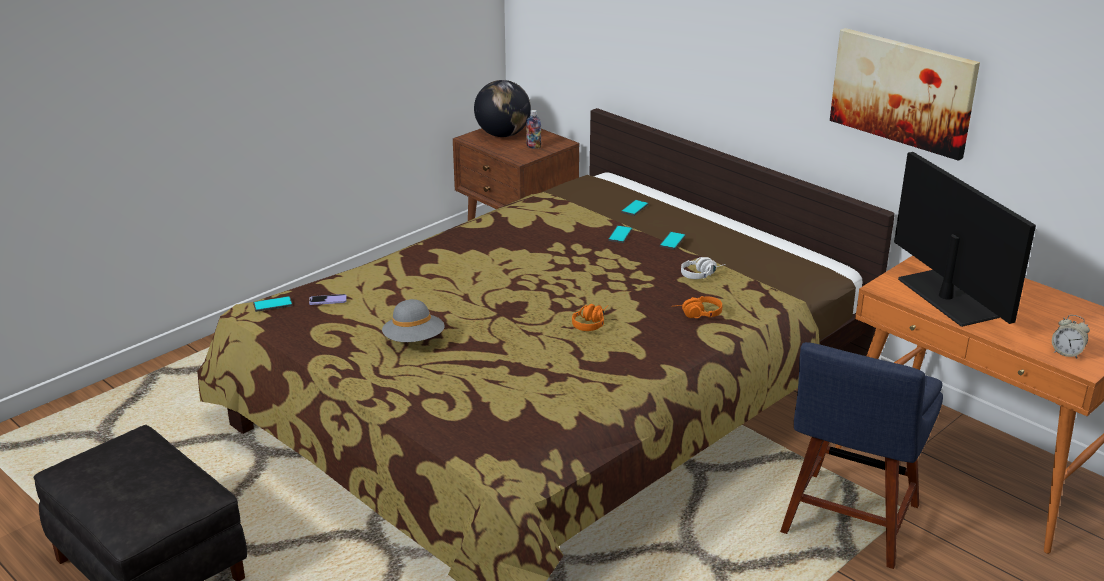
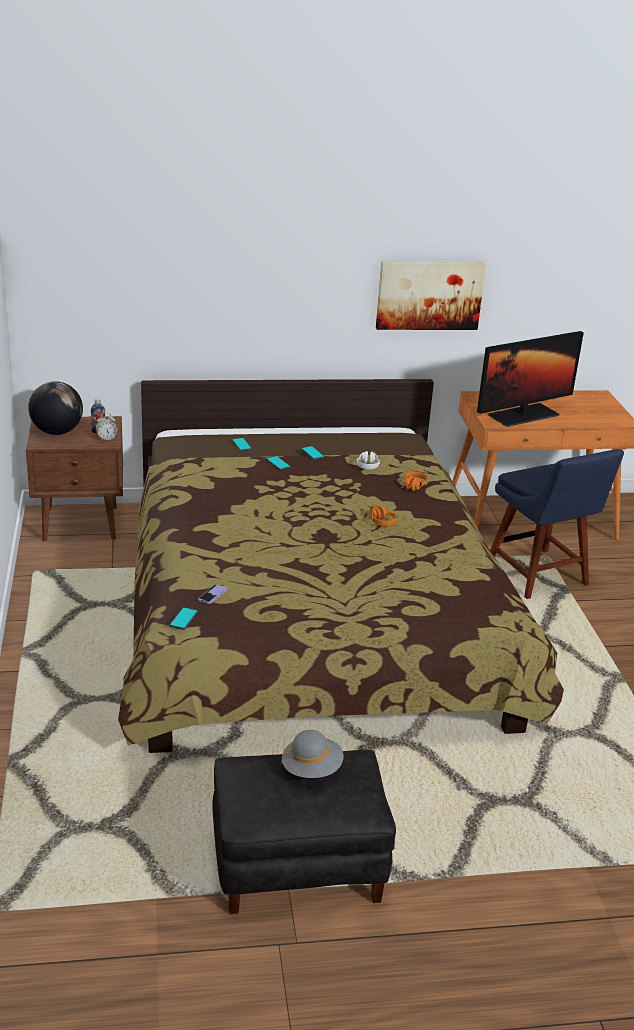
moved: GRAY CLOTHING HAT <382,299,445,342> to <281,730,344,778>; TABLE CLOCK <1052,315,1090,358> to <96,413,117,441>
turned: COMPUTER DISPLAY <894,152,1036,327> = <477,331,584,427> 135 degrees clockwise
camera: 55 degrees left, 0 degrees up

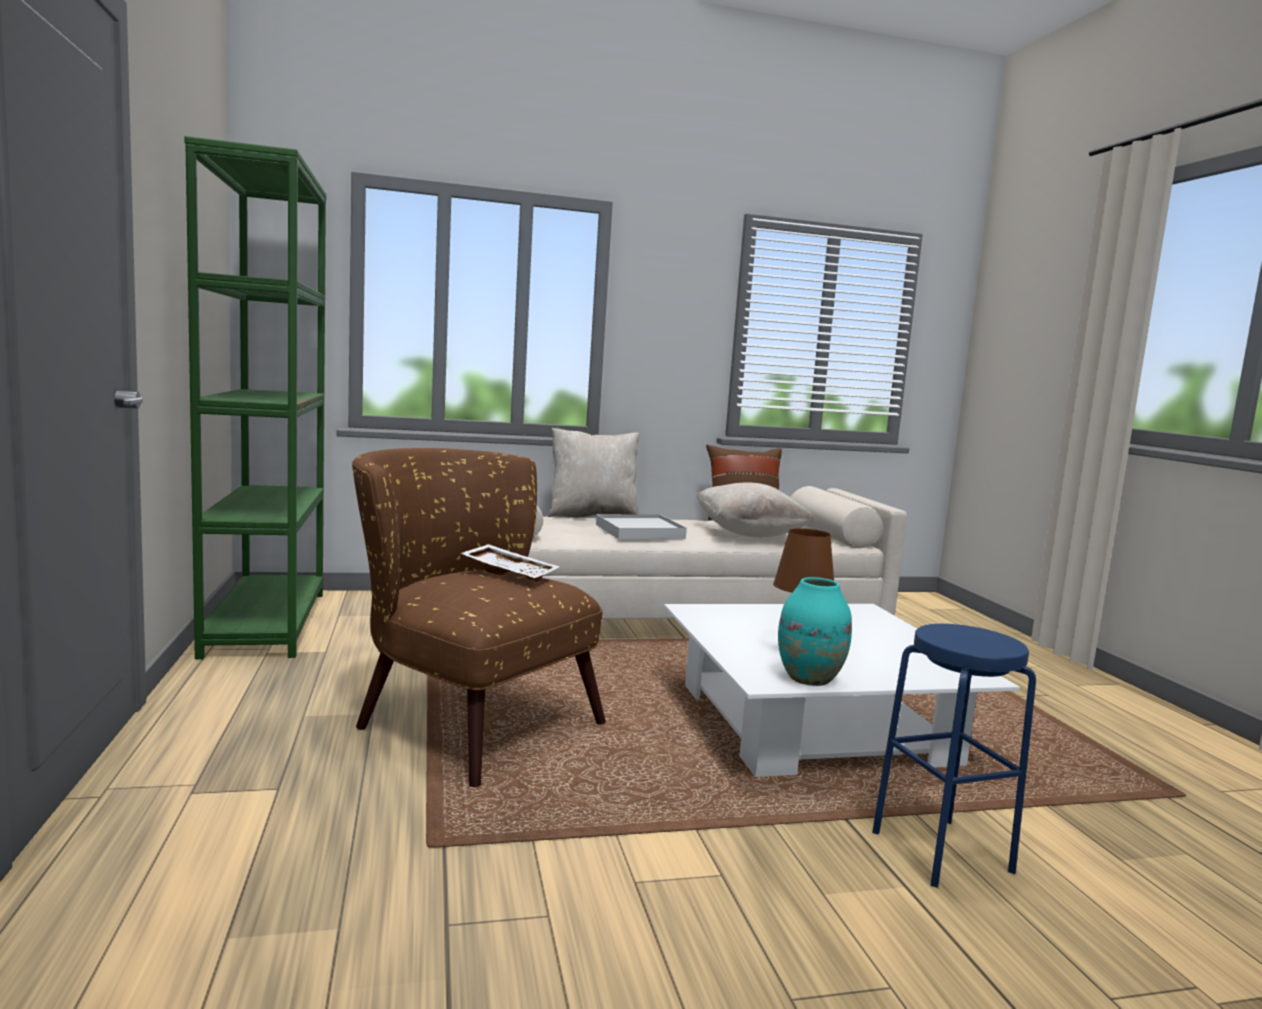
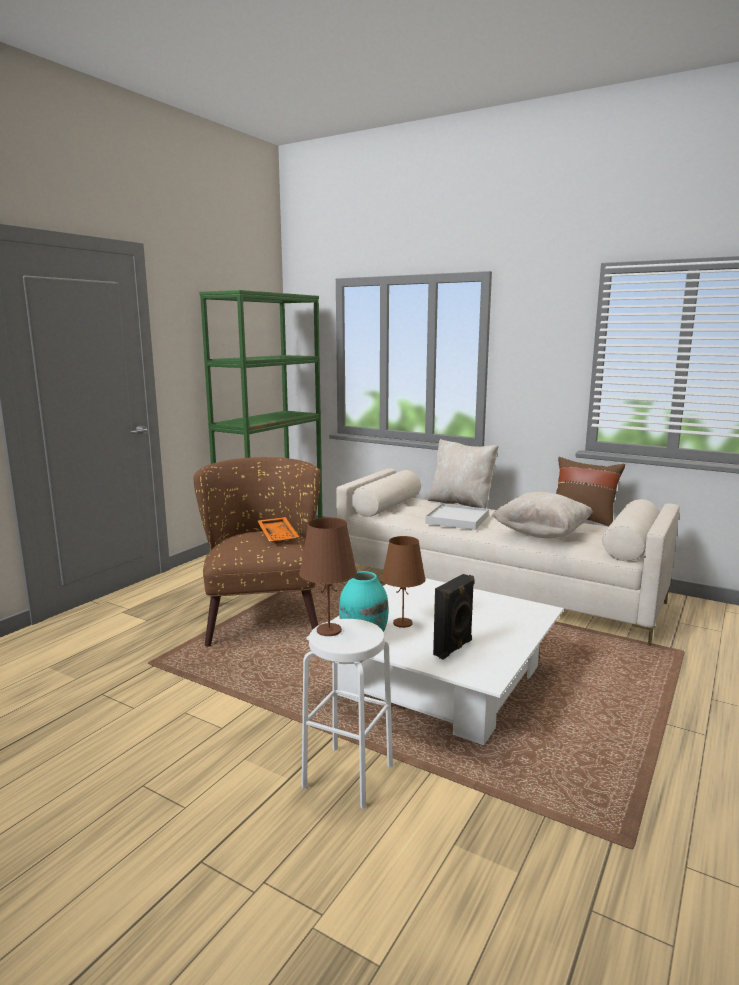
added: BROWNISH TABLE LAMP <299,517,357,636>; BLACKISH AUDIO SPEAKER <433,574,474,659>
recoloured: WHITE CARRYING TRAY <460,544,560,582> to ORANGEY CARRYING TRAY <258,517,299,543>; BLUE SITTING STOOL <872,624,1036,888> to WHITE SITTING STOOL <302,619,393,809>
camera: 45 degrees right, 5 degrees up

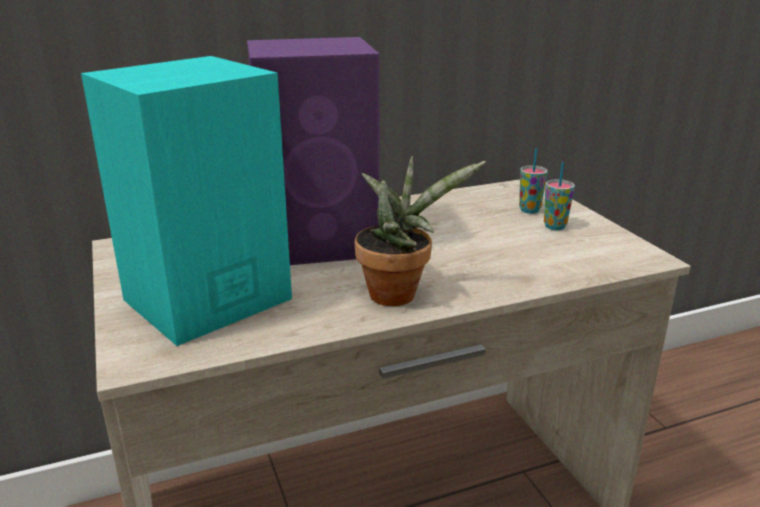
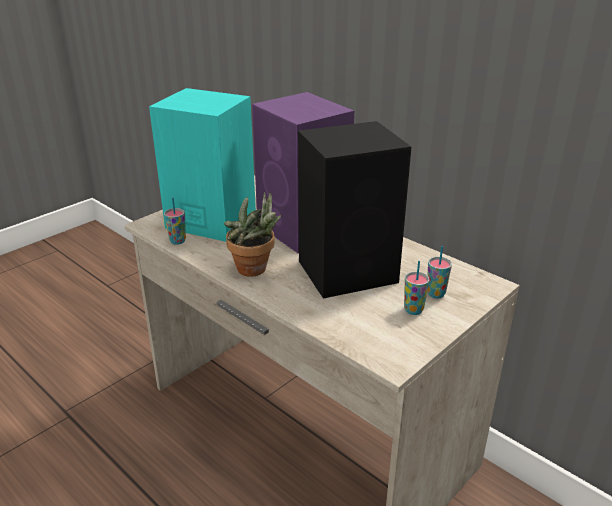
added: DRINKING CUP <164,197,186,245>; BLACKISH AUDIO SPEAKER <298,121,411,299>
camera: 65 degrees right, 5 degrees up

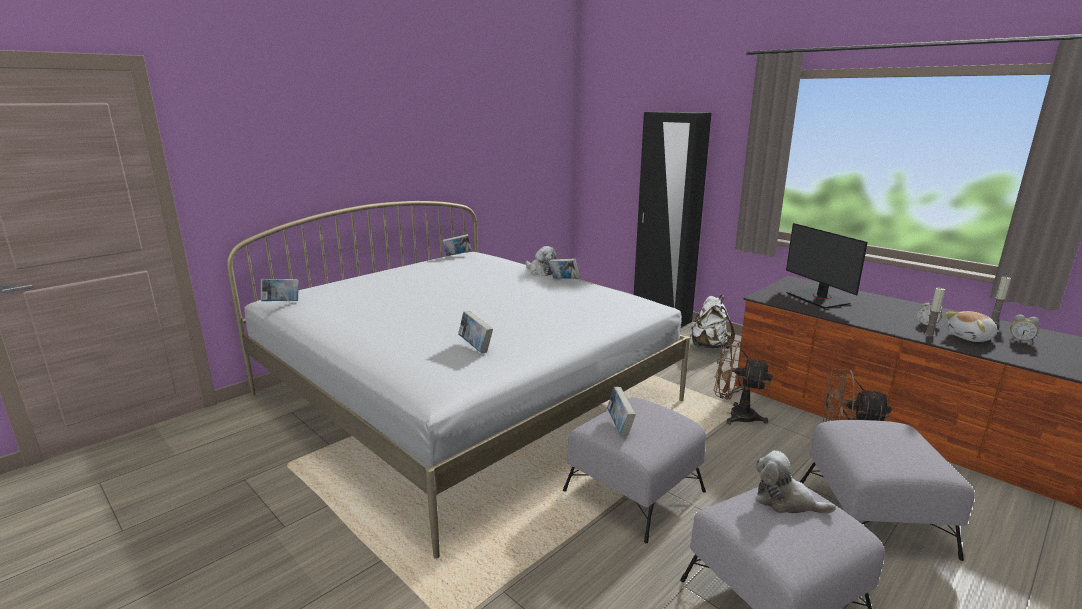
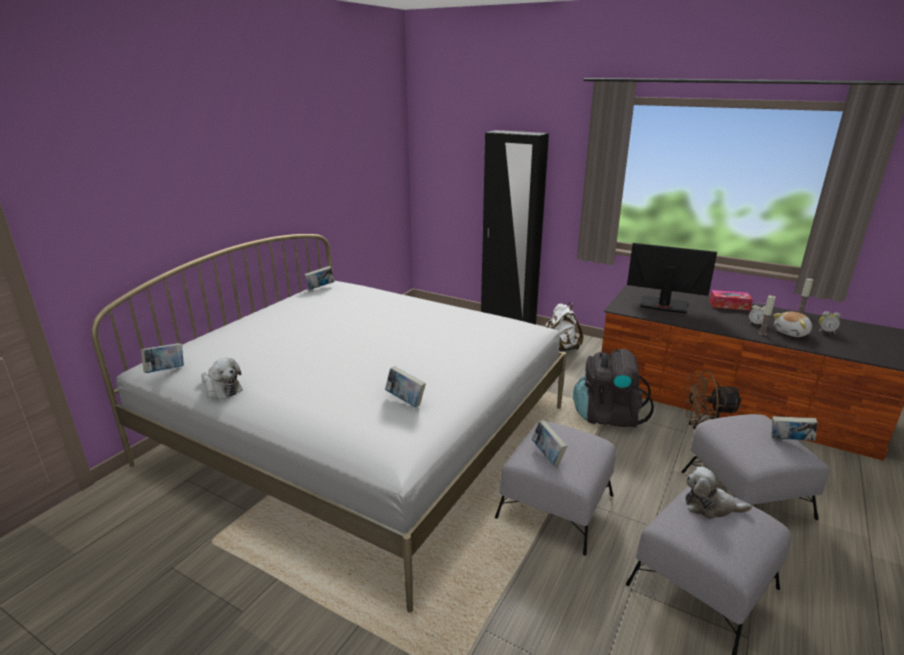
added: BOX OF TISSUES <709,290,753,310>
moved: CUDDLY TOY <526,246,557,276> to <201,358,243,399>; VOLUME <549,259,580,279> to <772,416,818,441>
replaced: BROWNISH FAN <714,339,772,425> to BLACKISH BACKPACK <573,349,654,428>
turned: COMPUTER DISPLAY <786,223,868,309> = <627,243,717,313> 150 degrees clockwise
camera: 15 degrees left, 5 degrees up

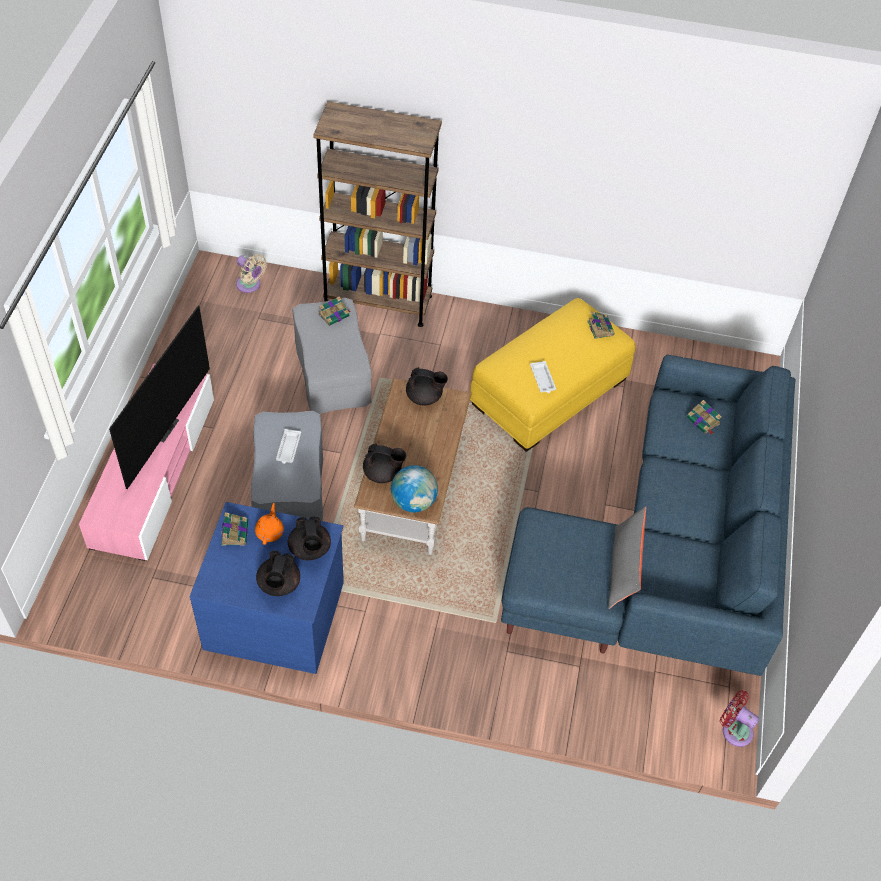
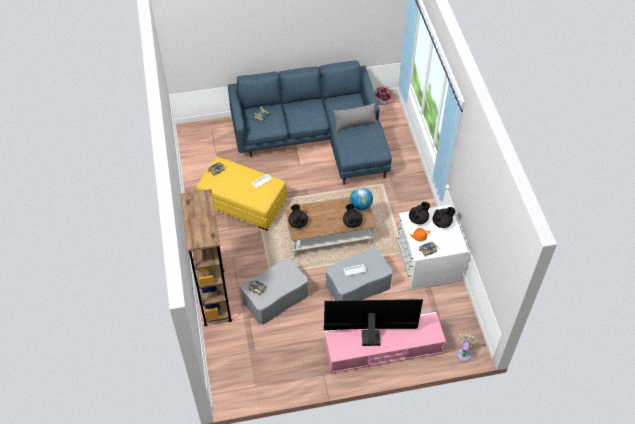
moved: BEIGE-COLOURED FAN <236,254,267,293> to <456,333,478,362>
recoloured: BLUE DRESSER <189,502,344,674> to WHITE DRESSER <397,205,469,289>
camera: 110 degrees left, 0 degrees up

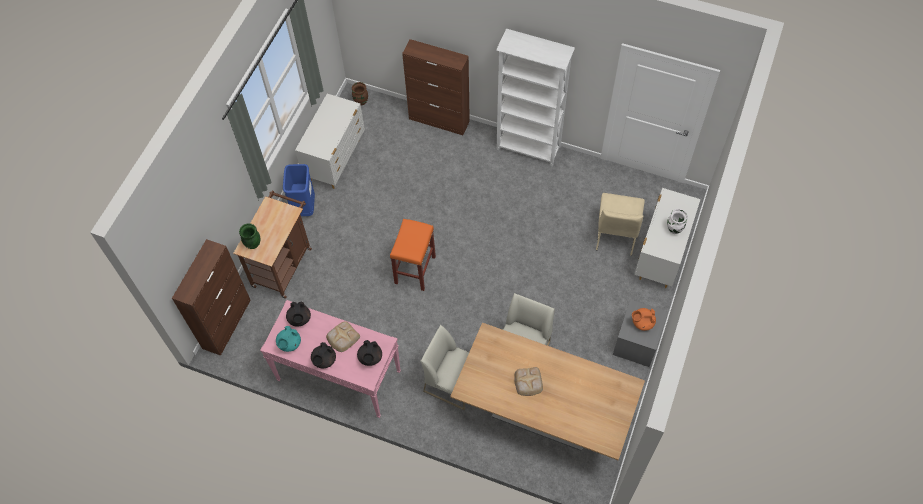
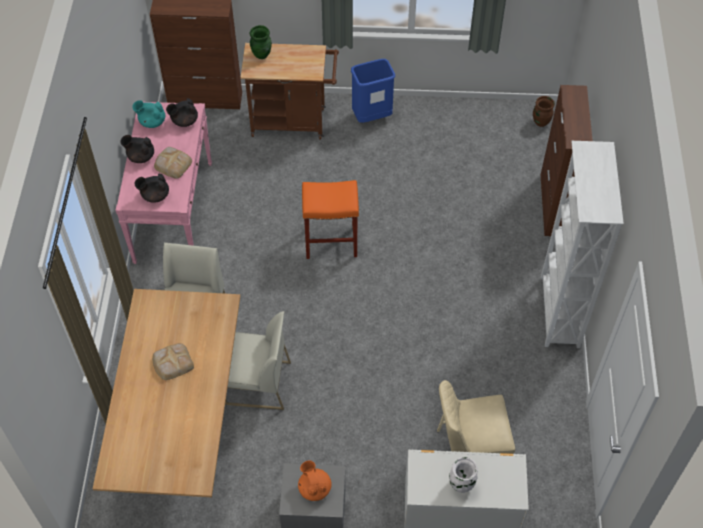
removed: WHITE DRESSER <295,94,365,189>
camera: 70 degrees right, 5 degrees down

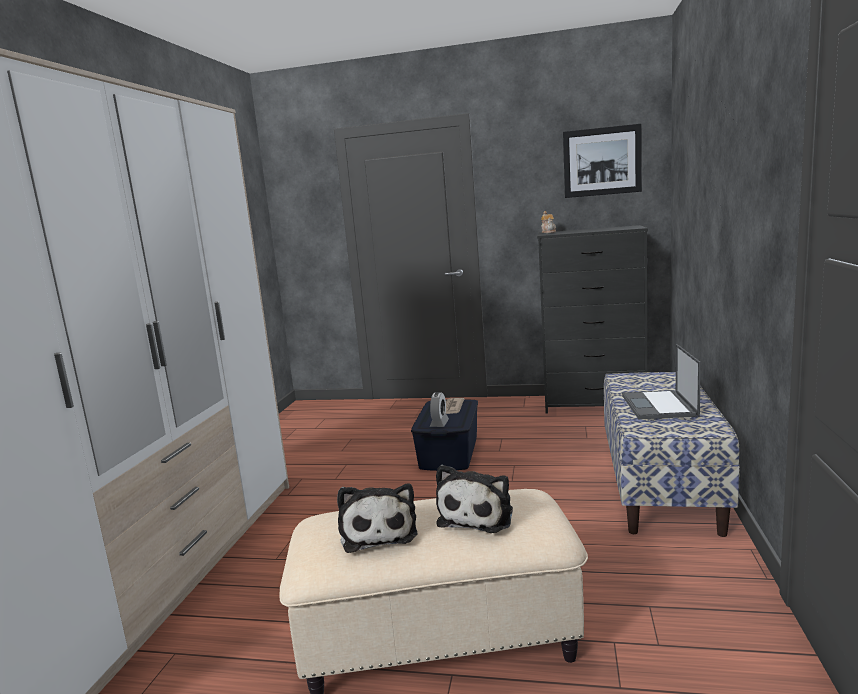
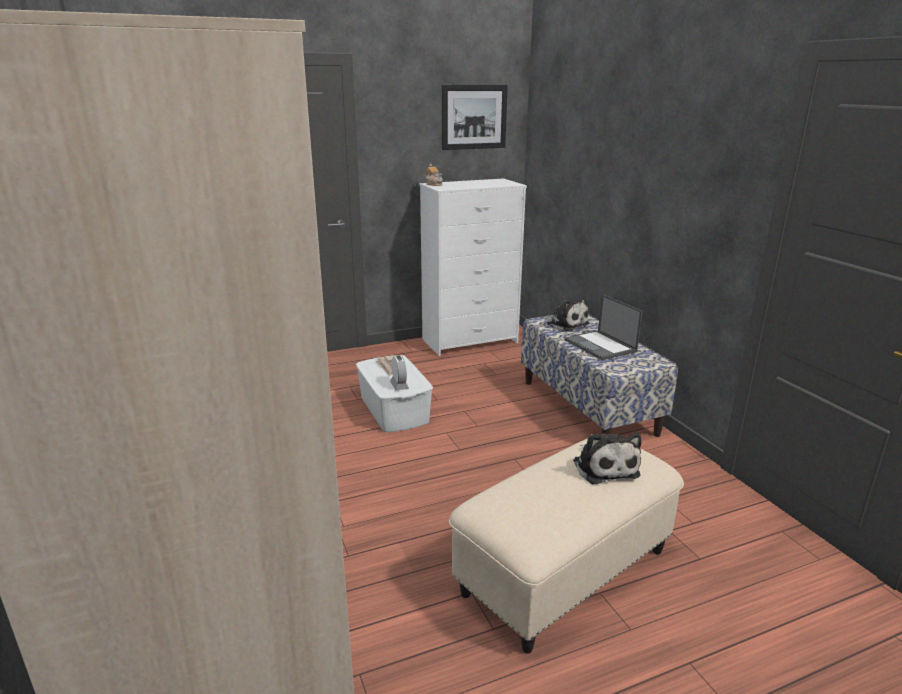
moved: CUDDLY TOY <337,483,417,553> to <542,297,589,332>
recoloured: BLUE STORAGE BOX <411,399,478,471> to WHITE STORAGE BOX <356,355,433,432>; BLACKISH DRESSER <537,225,648,414> to WHITE DRESSER <419,178,527,356>
camera: 35 degrees left, 10 degrees up

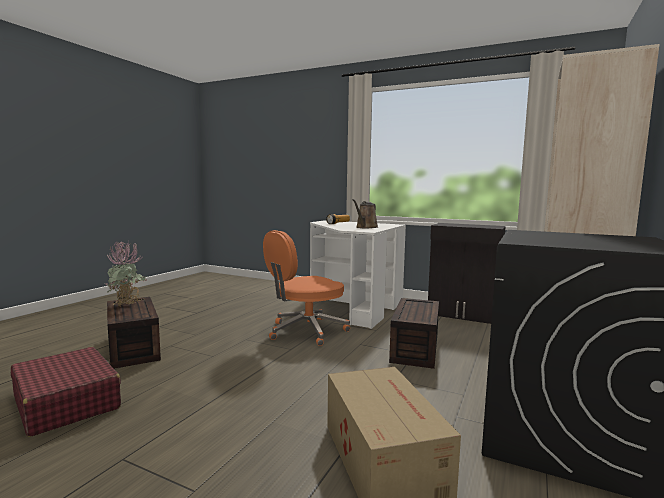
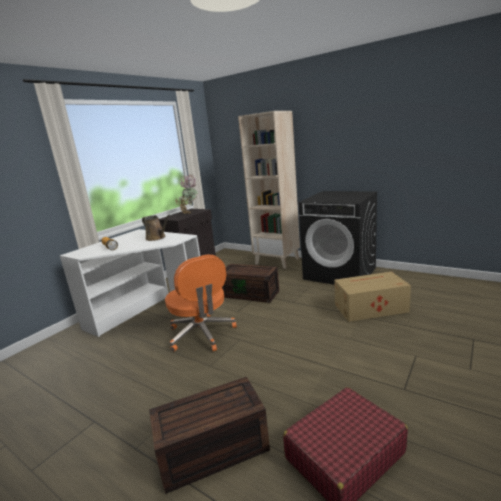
moved: HOUSEPLANT <106,241,147,306> to <175,175,198,215>
camera: 80 degrees left, 10 degrees up

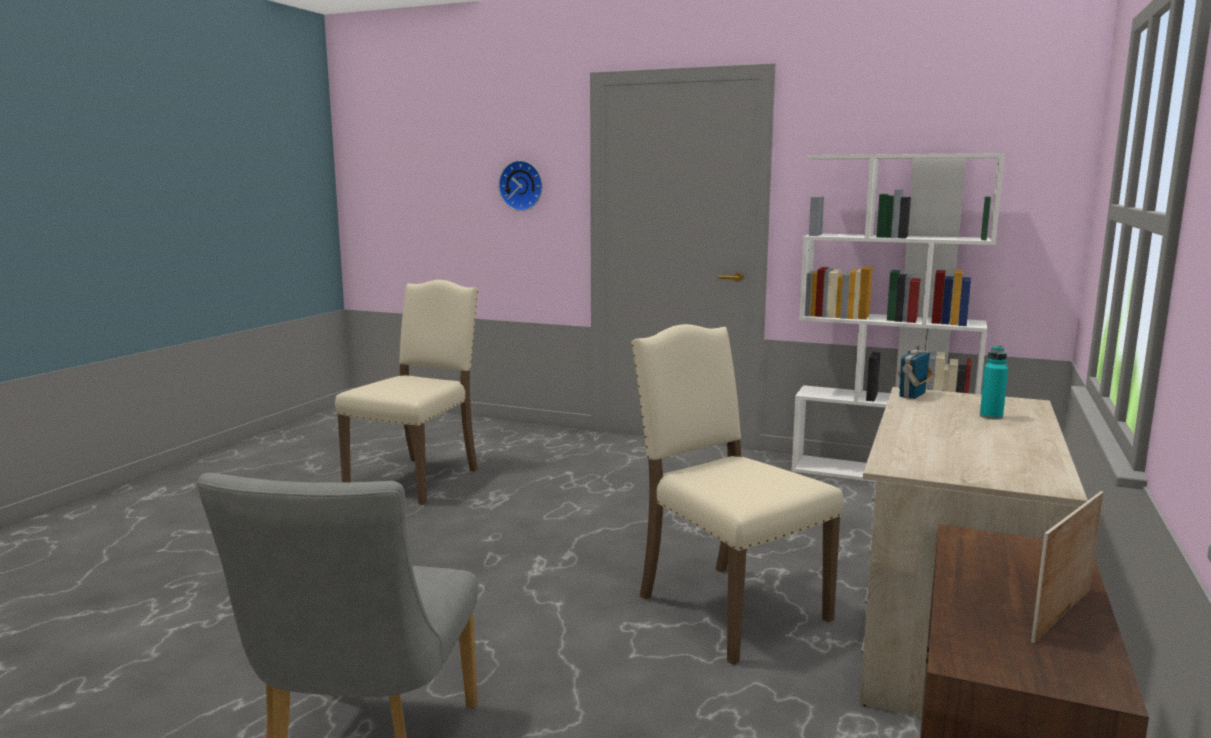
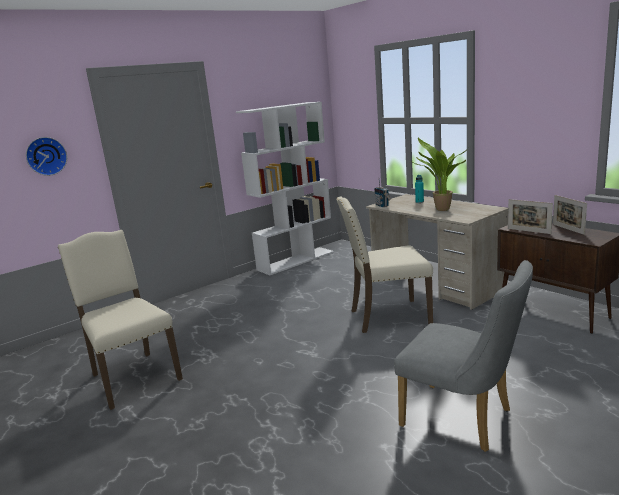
added: HOUSEPLANT <413,138,468,211>; STANDING FRAME <508,199,553,234>
camera: 60 degrees left, 5 degrees up

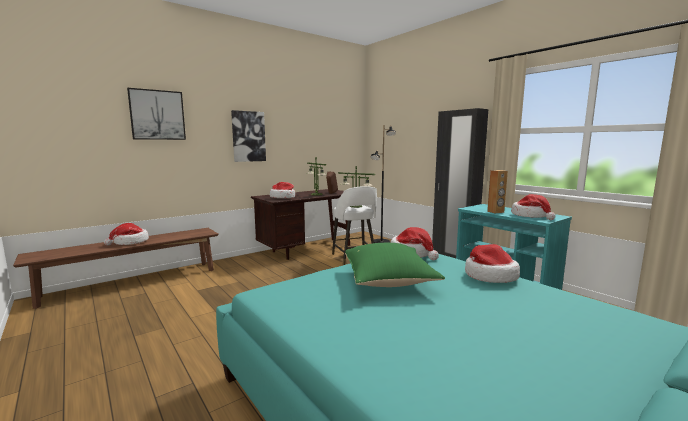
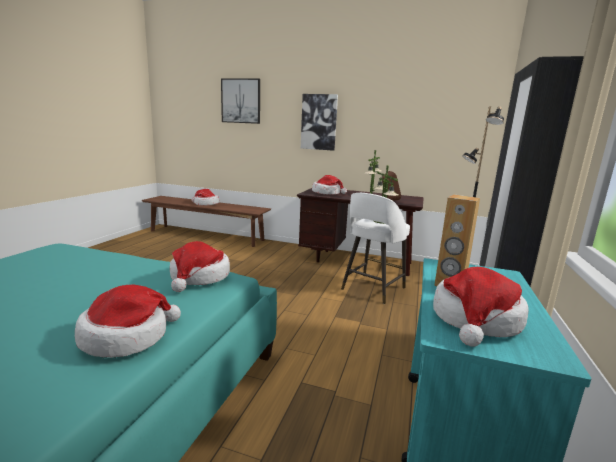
removed: GREENISH THROW PILLOW <345,243,445,287>
camera: 55 degrees right, 5 degrees up

